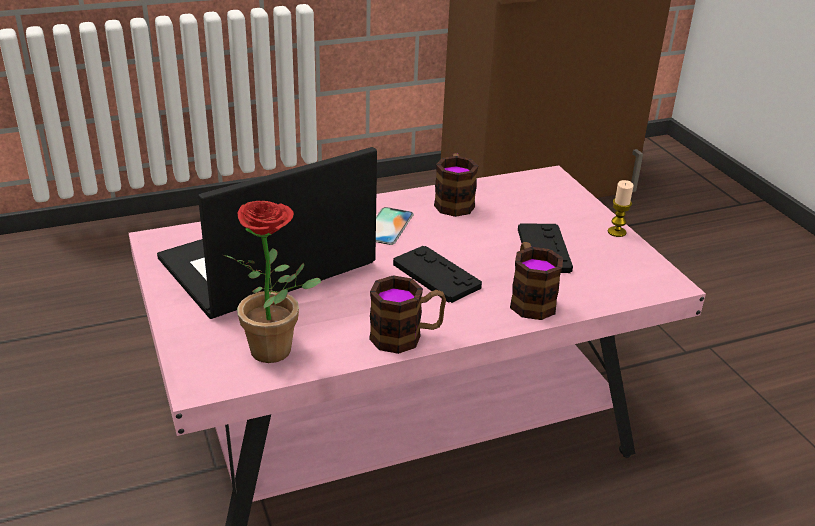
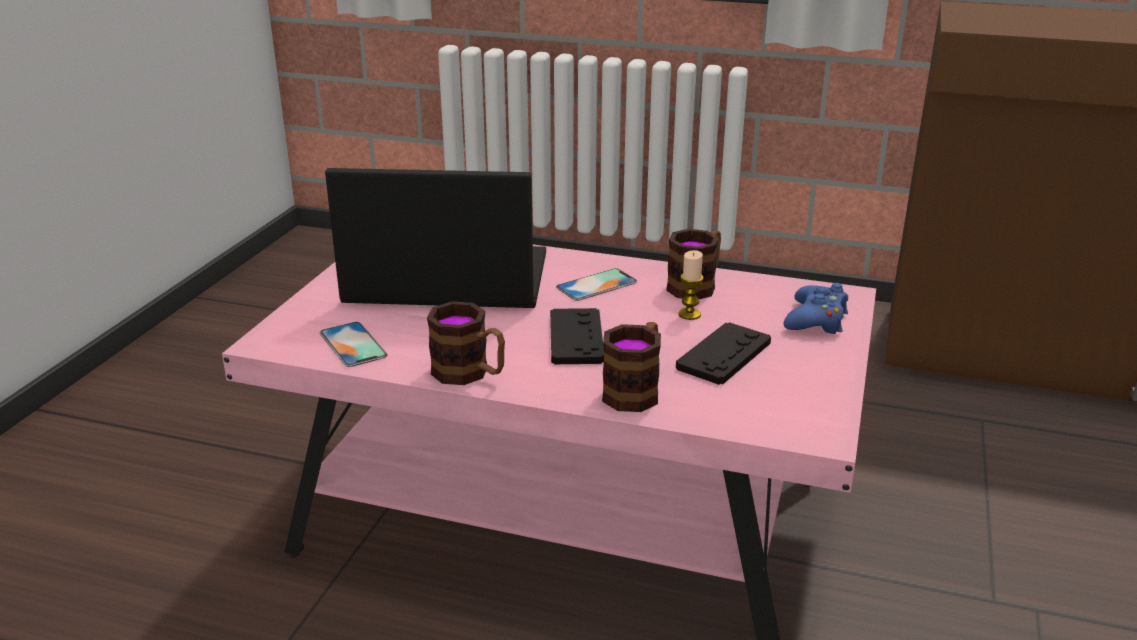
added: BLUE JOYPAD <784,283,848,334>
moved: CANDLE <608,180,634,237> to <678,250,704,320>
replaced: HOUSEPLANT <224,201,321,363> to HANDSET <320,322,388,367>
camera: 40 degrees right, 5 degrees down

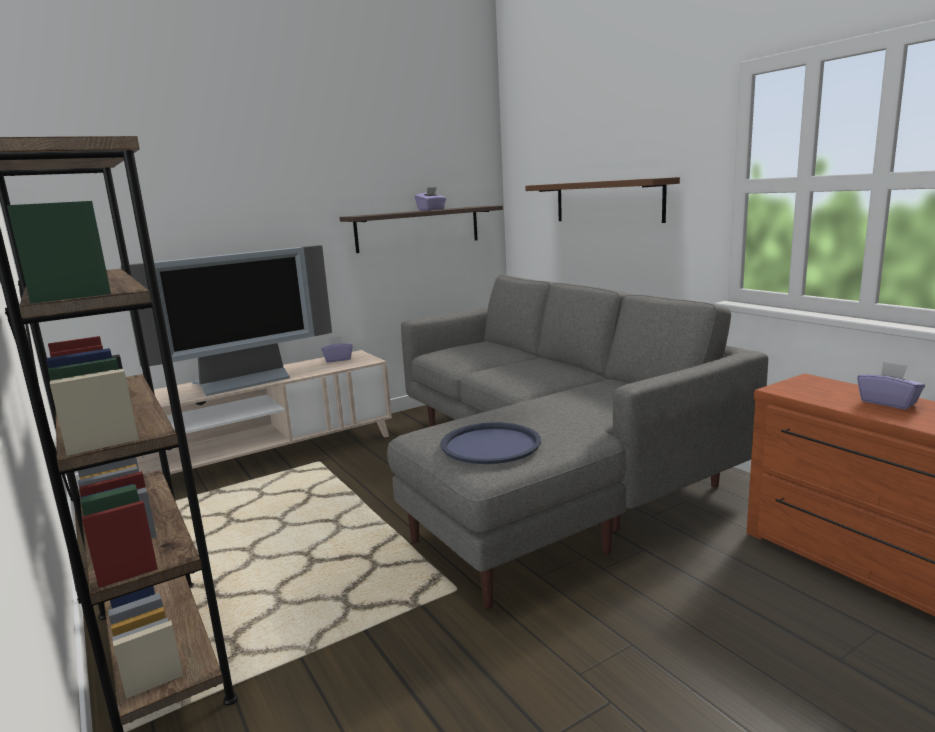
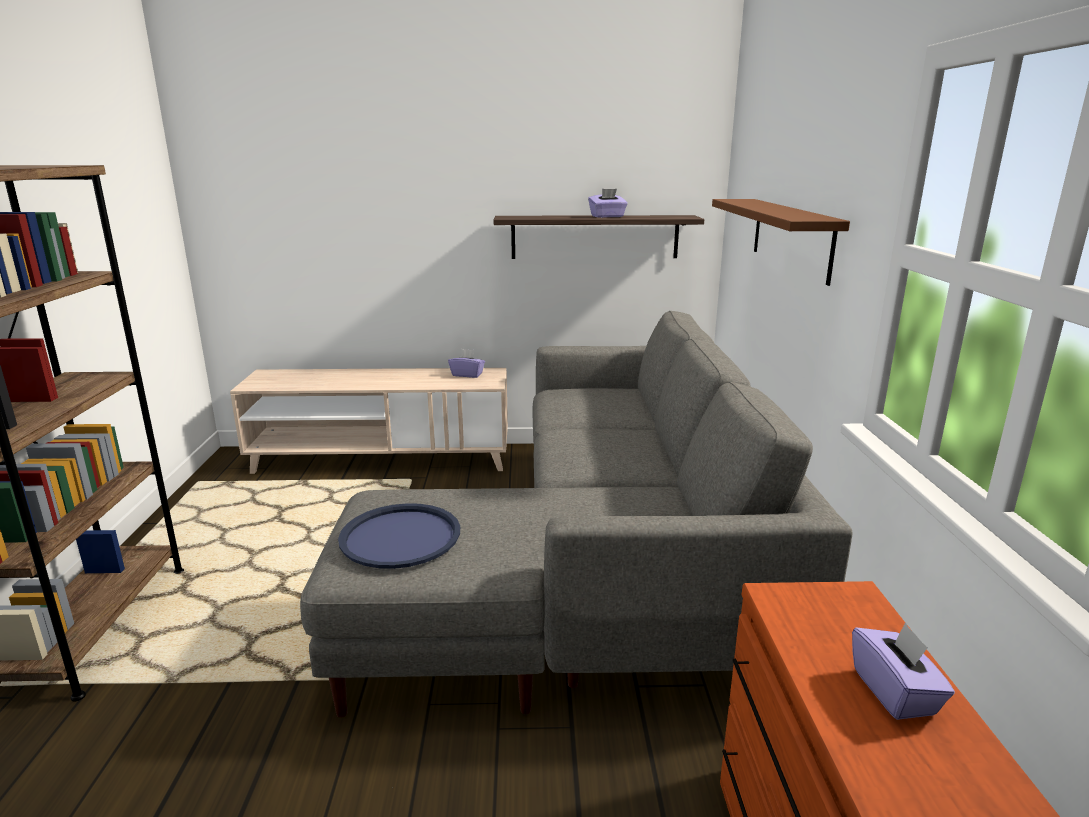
removed: TELEVISION <120,245,332,396>
camera: 30 degrees right, 5 degrees up

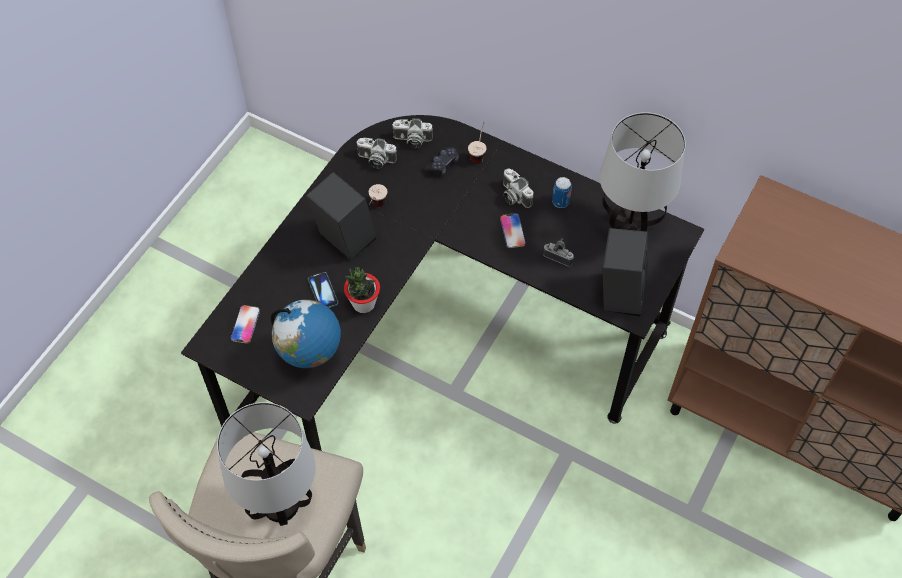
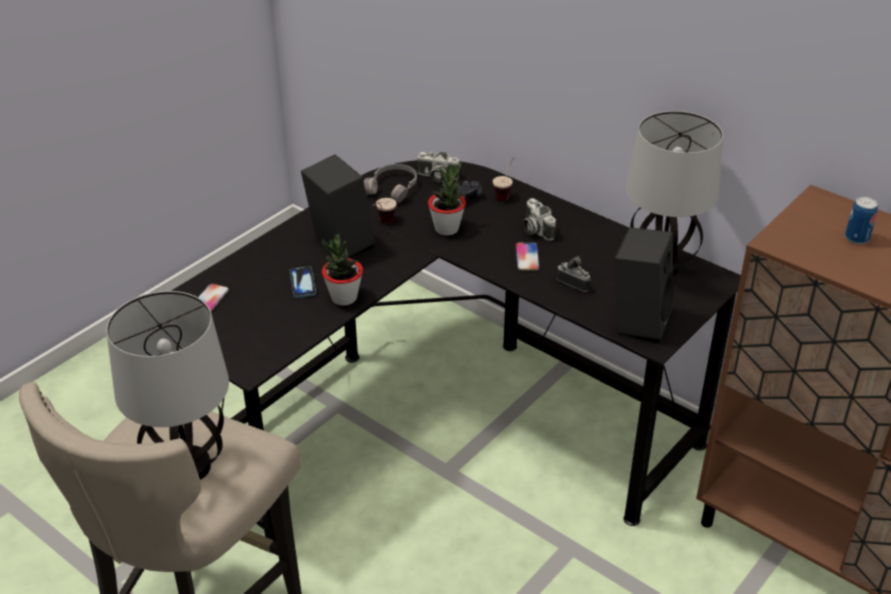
removed: DESK GLOBE <271,300,341,368>
added: HOUSEPLANT <428,161,466,235>
moved: SEALED CAN <552,177,572,208> to <845,197,878,244>
replaced: STILL CAMERA <356,138,397,168> to GRAY HEADSET <364,164,417,203>
camera: 10 degrees right, 20 degrees down

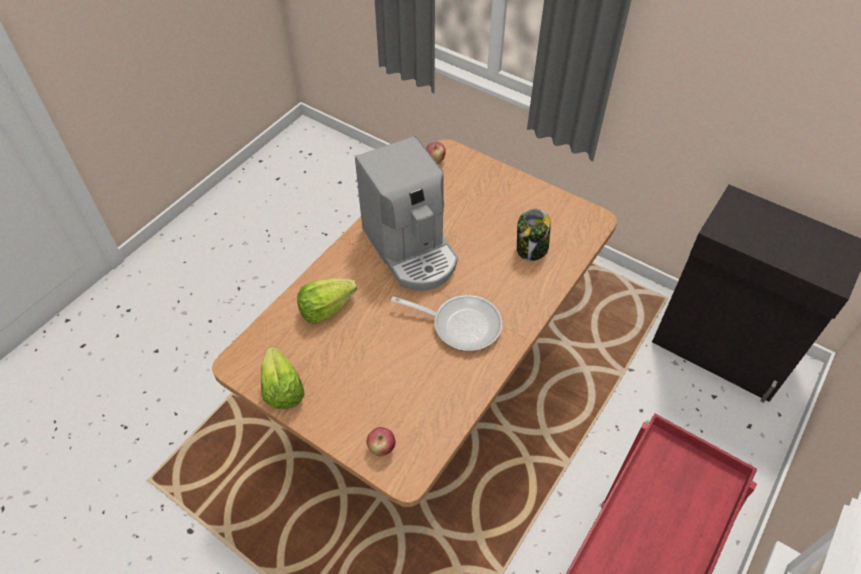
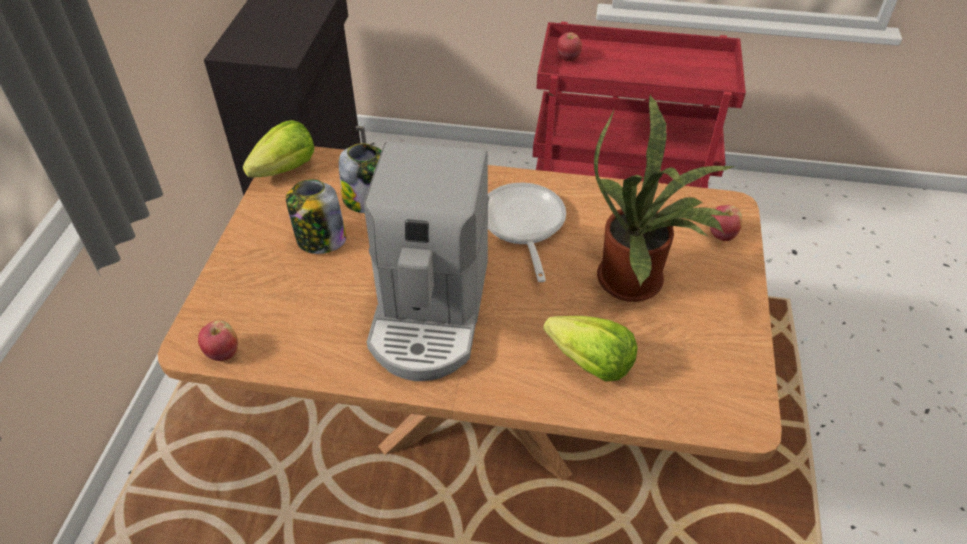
added: PRESERVE JAR <286,179,346,254>; APPLE FRUIT <557,33,582,61>; HOUSEPLANT <594,95,734,302>
moved: LETTUCE <261,347,304,409> to <243,120,314,177>
turned: COFFEE BREWER <355,136,458,291> = <364,142,489,381> 150 degrees clockwise
camera: 115 degrees left, 5 degrees down

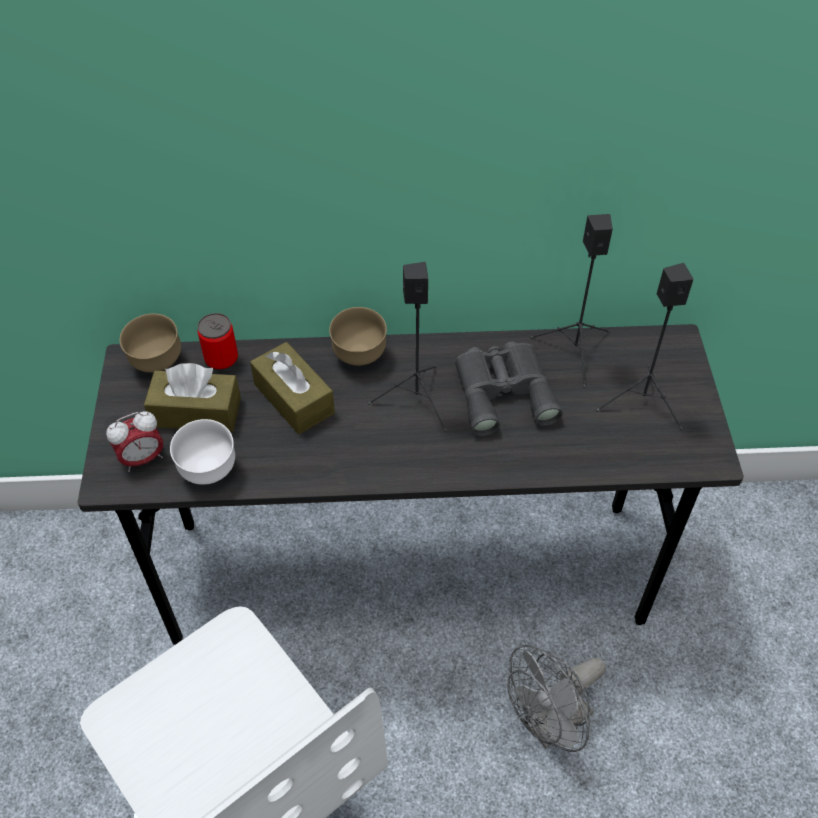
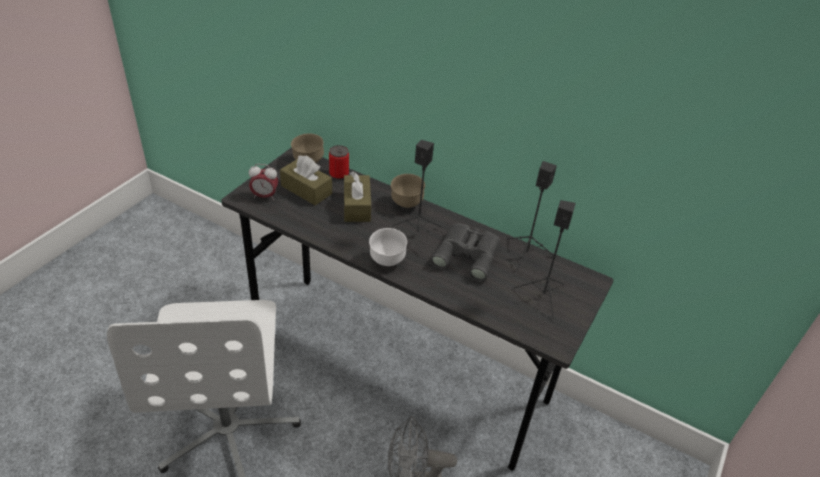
moved: WHITE SERVING BOWL <170,419,235,485> to <369,228,407,266>
camera: 30 degrees right, 10 degrees down

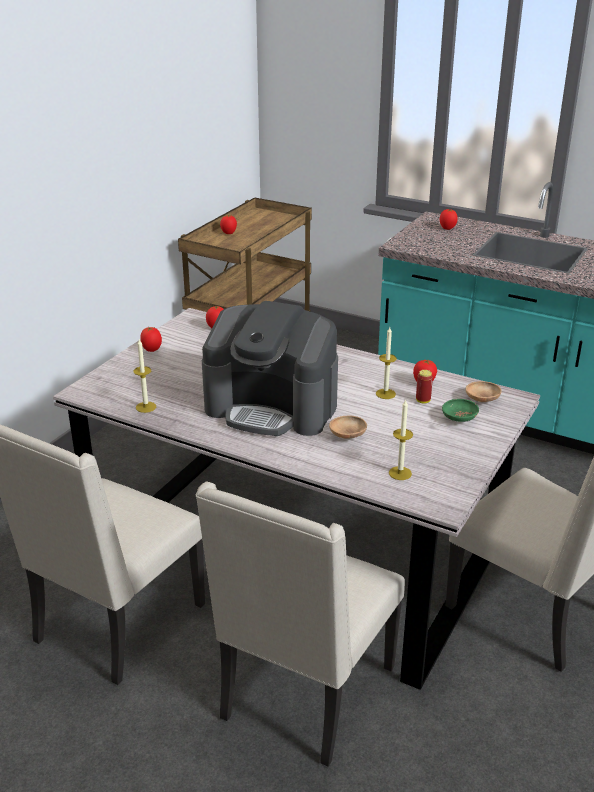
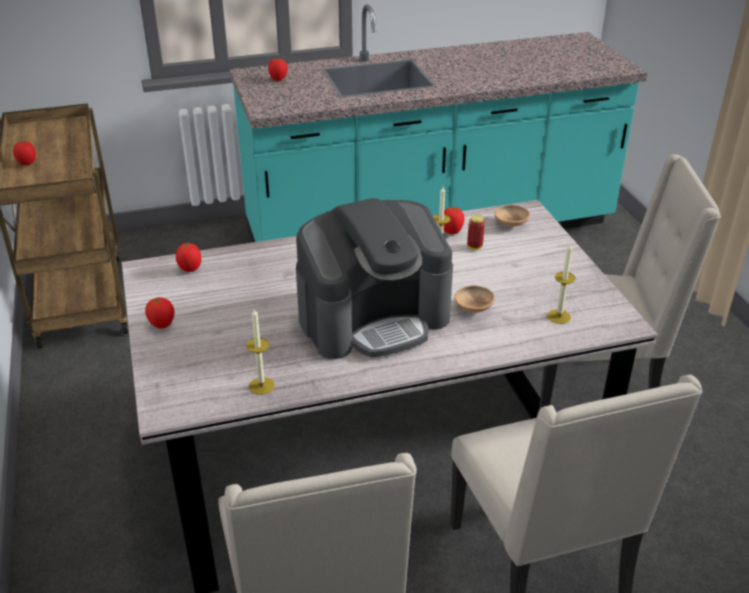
removed: GREENISH SERVING BOWL <442,399,479,422>
camera: 45 degrees left, 5 degrees up

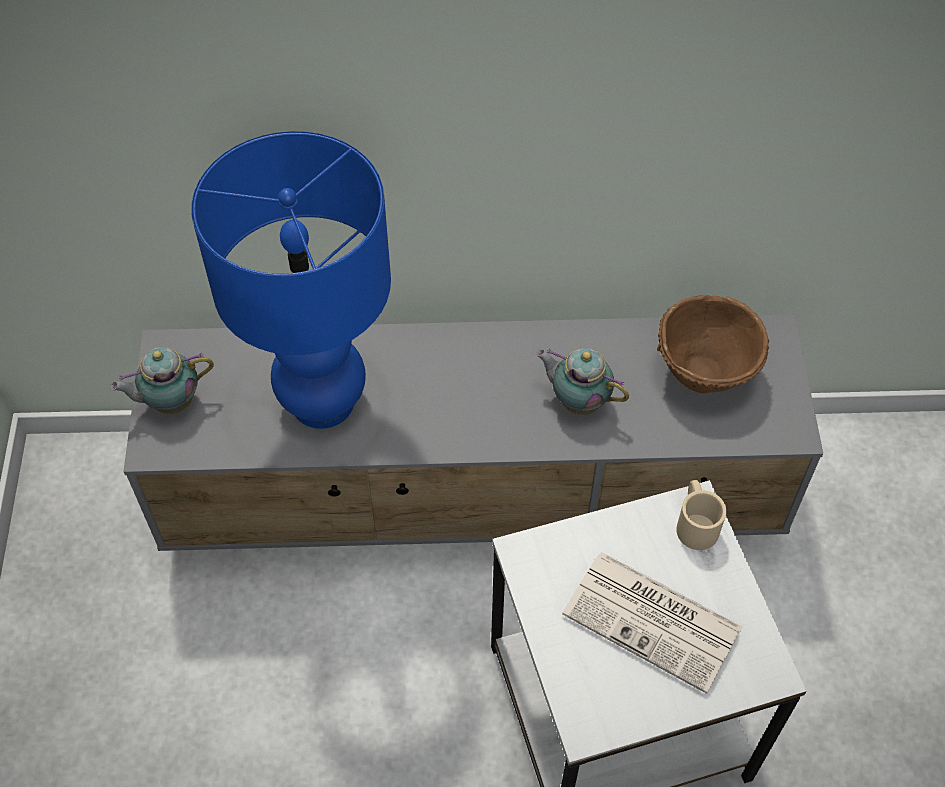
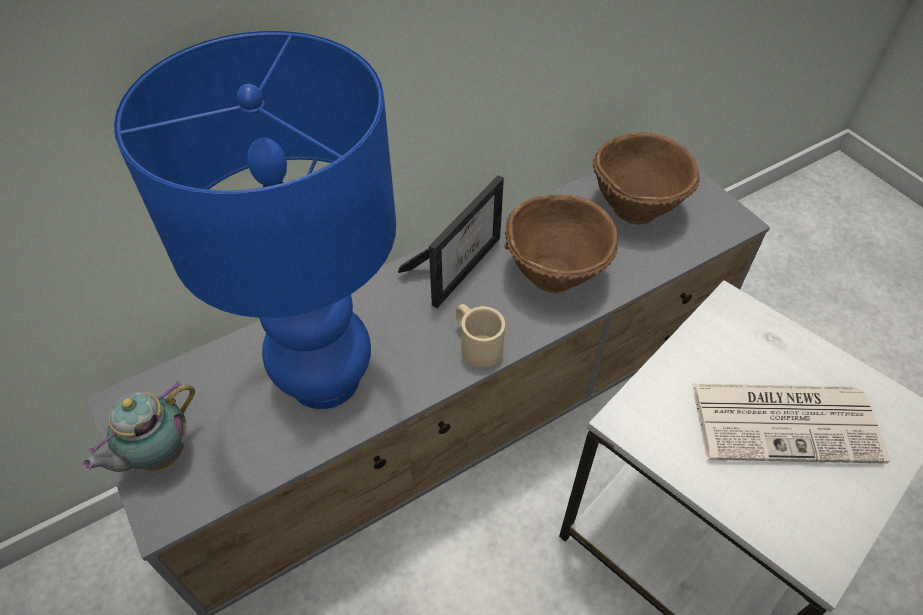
added: STANDING FRAME <398,175,504,308>
moved: BEIGE-COLOURED MUG <676,480,727,550> to <456,304,505,368>
replaced: POT FOR TEA <536,348,629,415> to BROWNISH SERVING BOWL <505,194,618,293>
camera: 30 degrees left, 5 degrees down

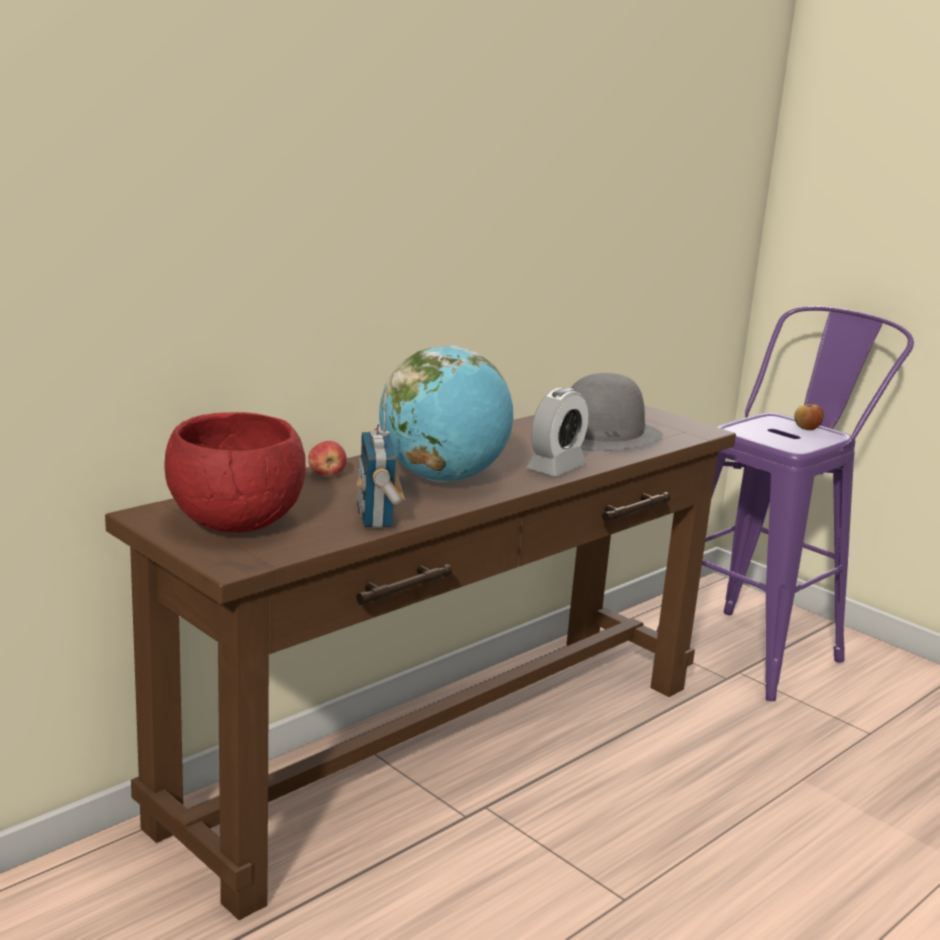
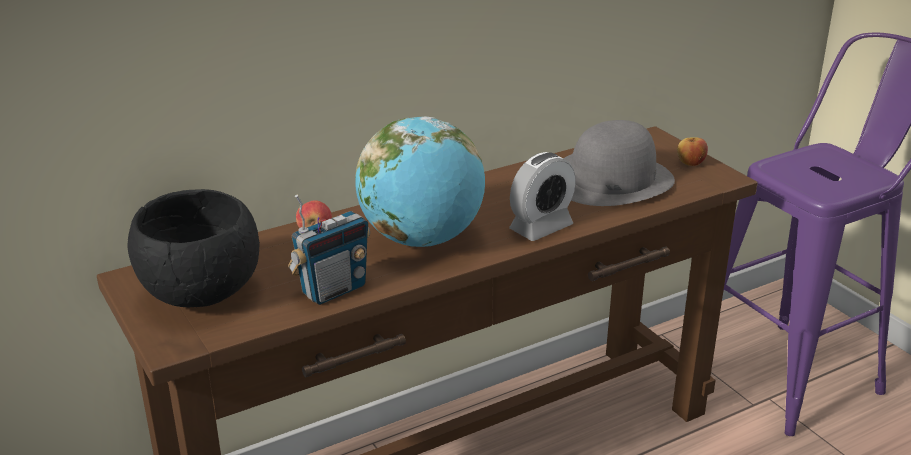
moved: APPLE FRUIT <794,403,824,430> to <677,137,708,166>
recoloured: REDDISH SERVING BOWL <164,412,306,533> to BLACKISH SERVING BOWL <127,189,260,307>
turned: RADIO SET <357,391,405,528> = <288,194,370,305> 135 degrees counterclockwise
camera: 15 degrees right, 10 degrees up

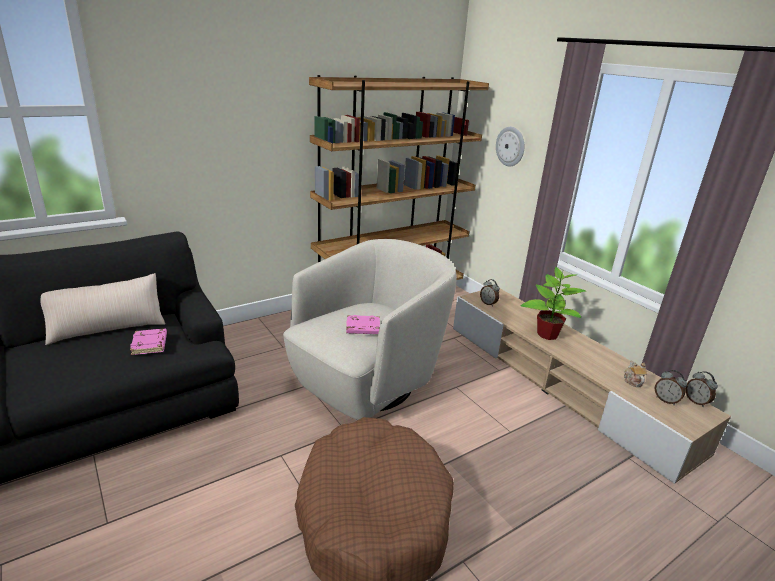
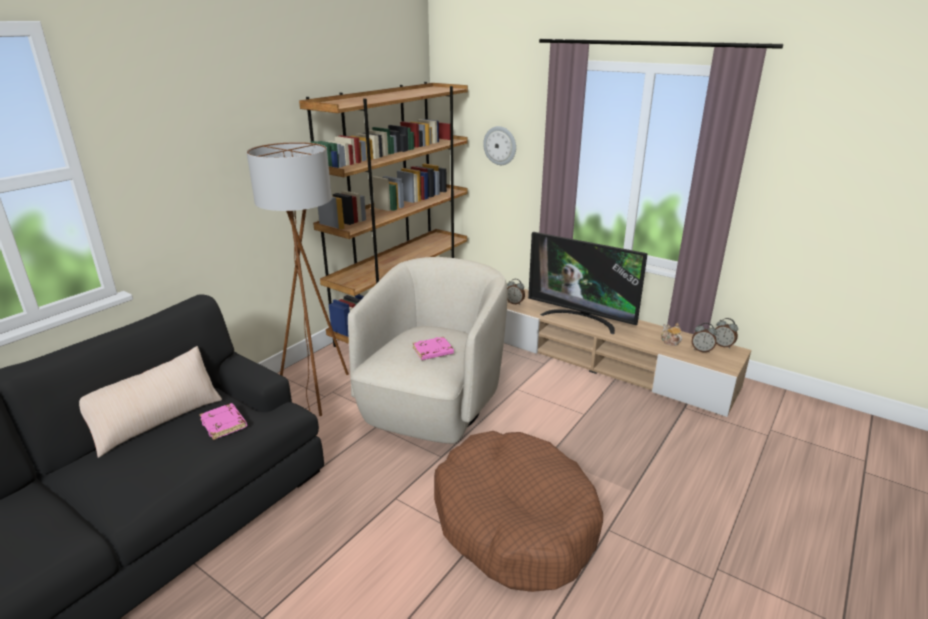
added: BROWNISH STANDING LAMP <247,142,349,416>
replaced: HOUSEPLANT <521,267,586,340> to TELEVISION <528,232,648,334>
camera: 20 degrees left, 0 degrees up

